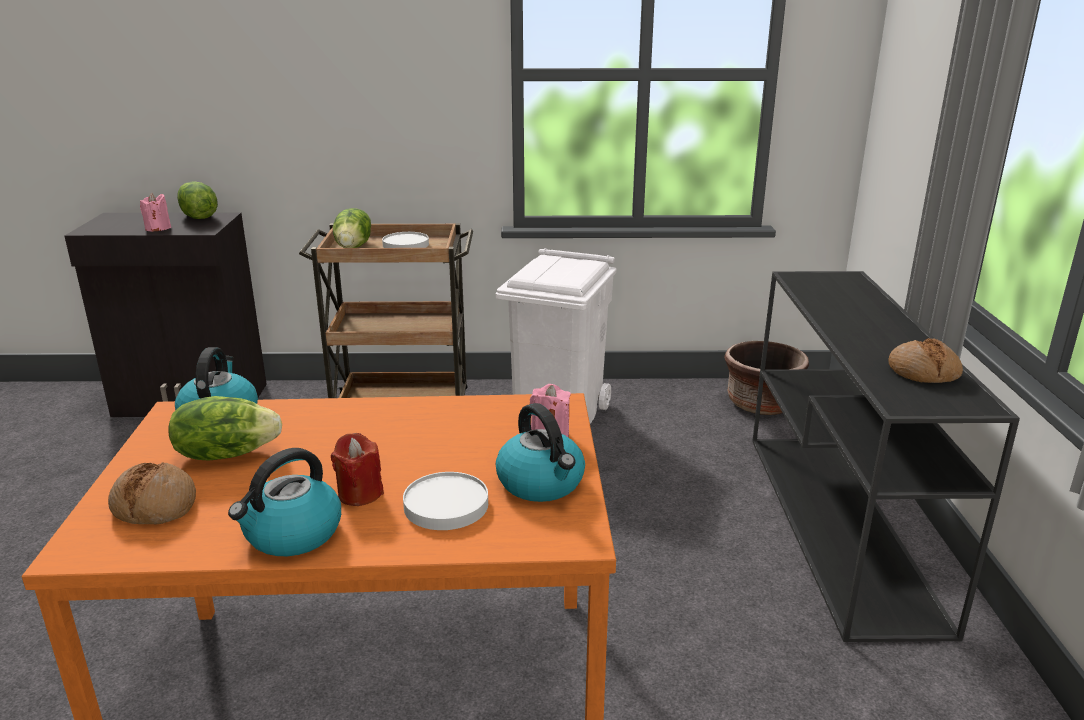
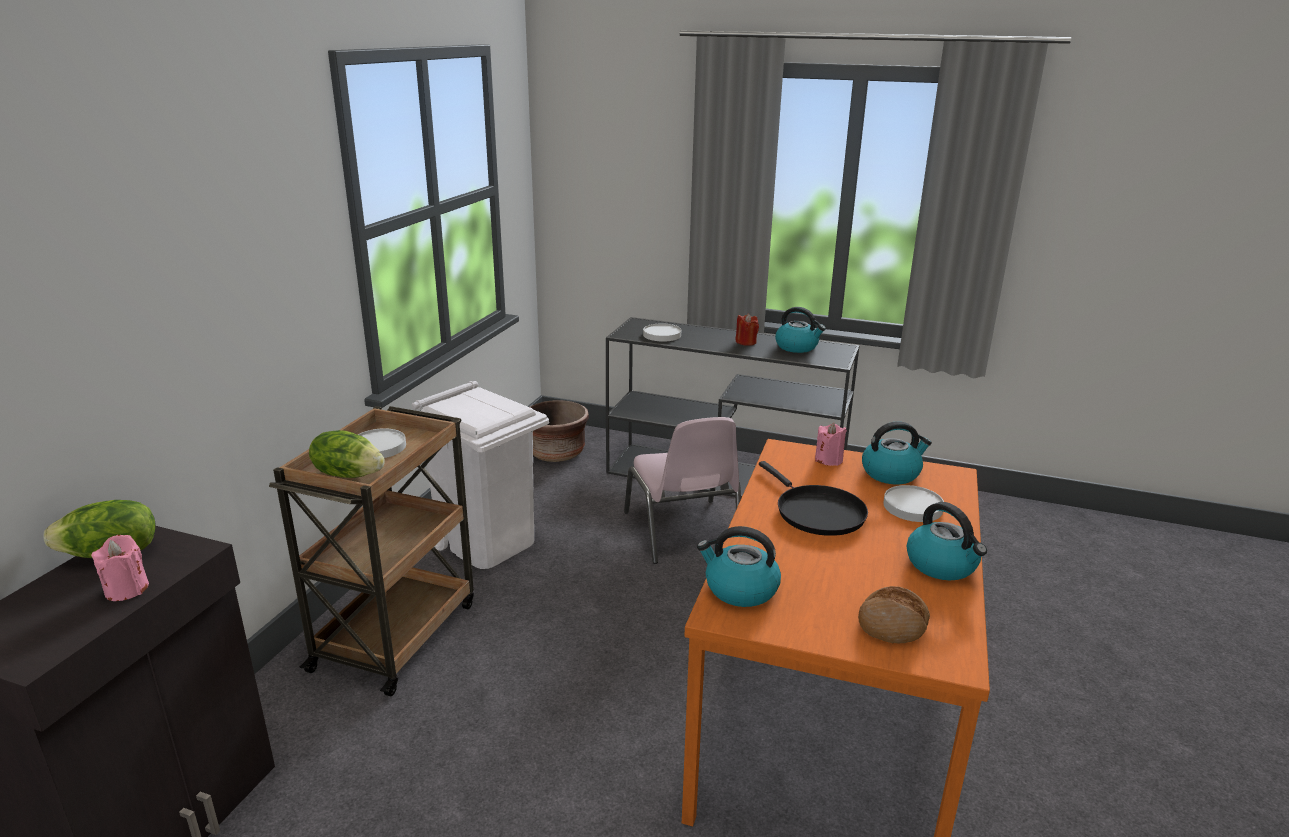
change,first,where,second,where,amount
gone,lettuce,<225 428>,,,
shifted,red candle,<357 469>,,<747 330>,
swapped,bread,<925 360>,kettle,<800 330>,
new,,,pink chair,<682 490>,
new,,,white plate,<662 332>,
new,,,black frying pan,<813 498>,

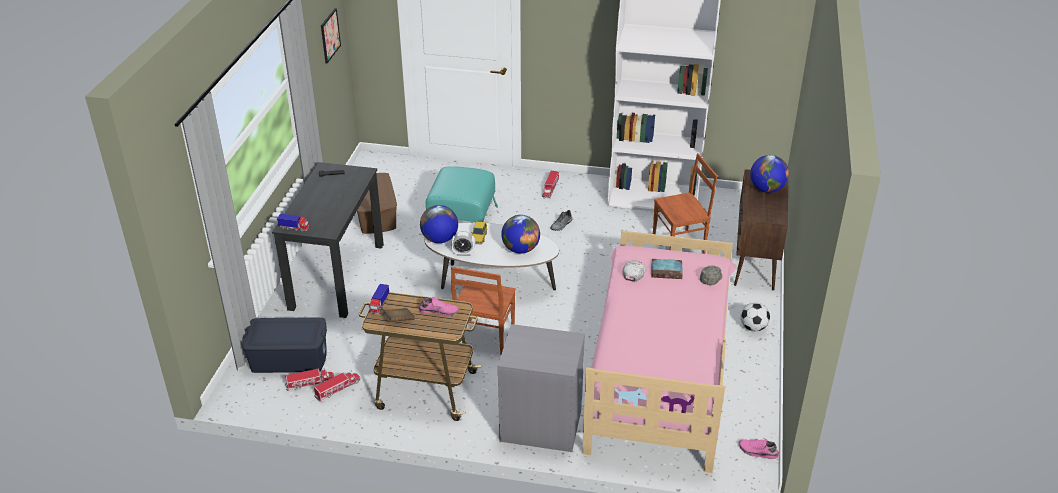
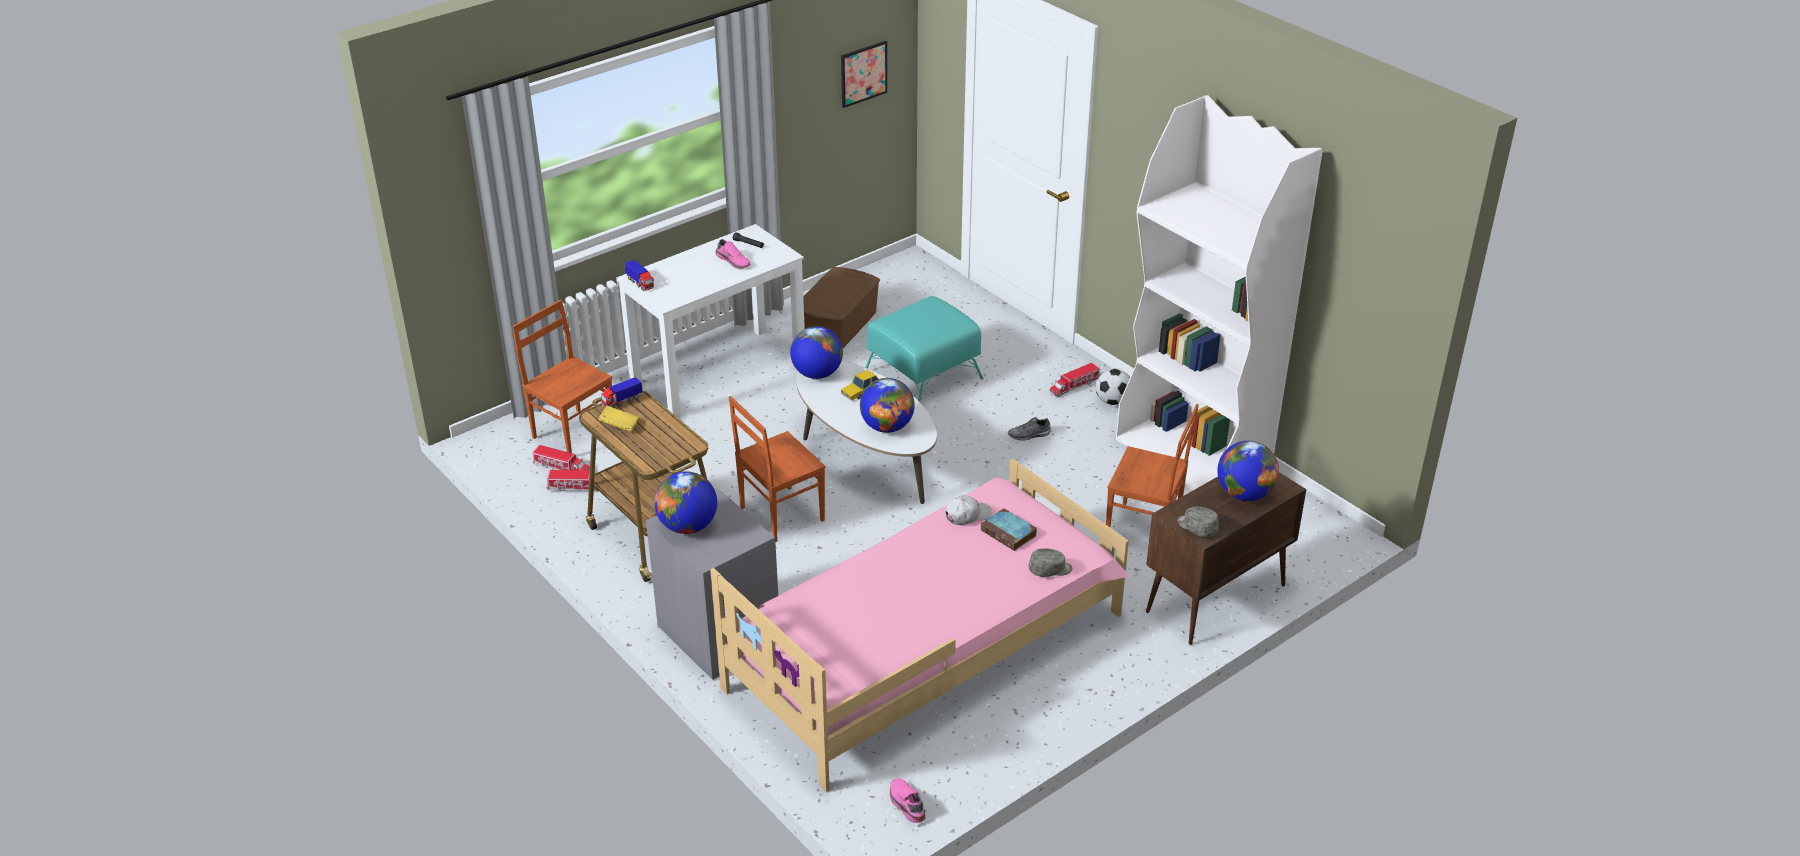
change,first,where,second,where,amount
swapped,blue storage box,<284 345>,brown chair,<562 376>,
repainted,black desk,<328 240>,white desk,<710 321>,
repainted,brown book,<399 315>,yellow book,<618 419>,
shifted,pink shoe,<439 306>,,<732 254>,
gone,alarm clock,<463 243>,,,
shifted,football,<755 317>,,<1112 386>,
new,,,globe,<685 502>,
new,,,grey cap,<1198 522>,

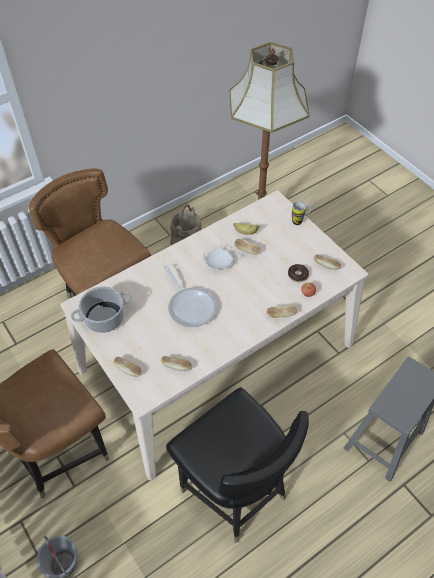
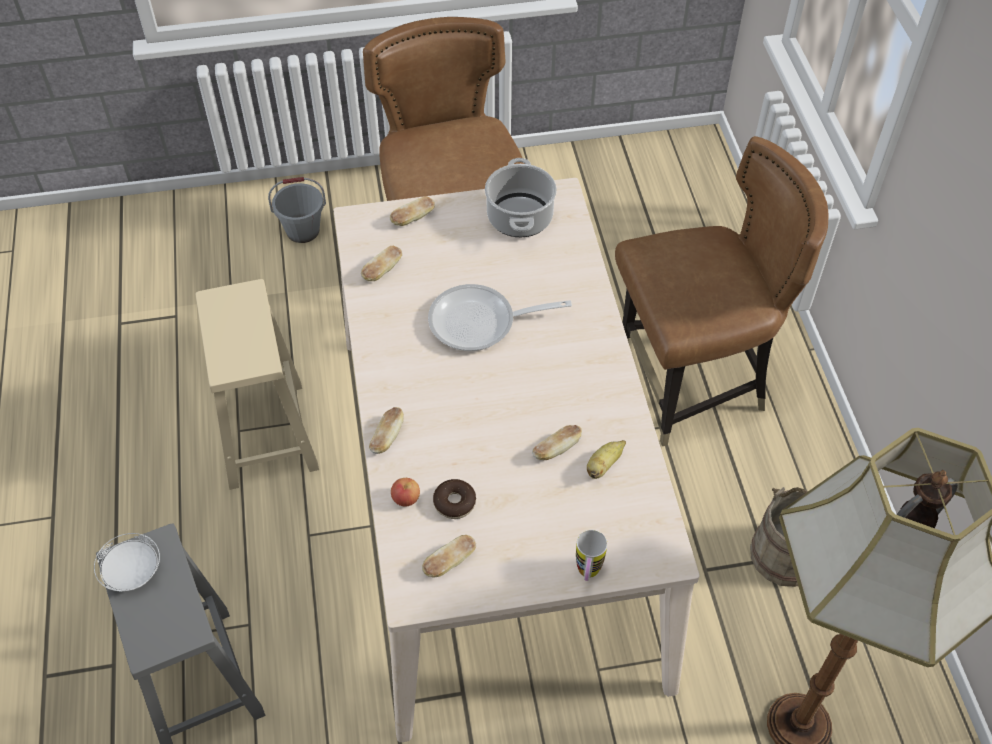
change,first,where,second,where,amount
swapped,black chair,<237 465>,beige stool,<257 384>,
shifted,white plate,<219 257>,,<127 562>,

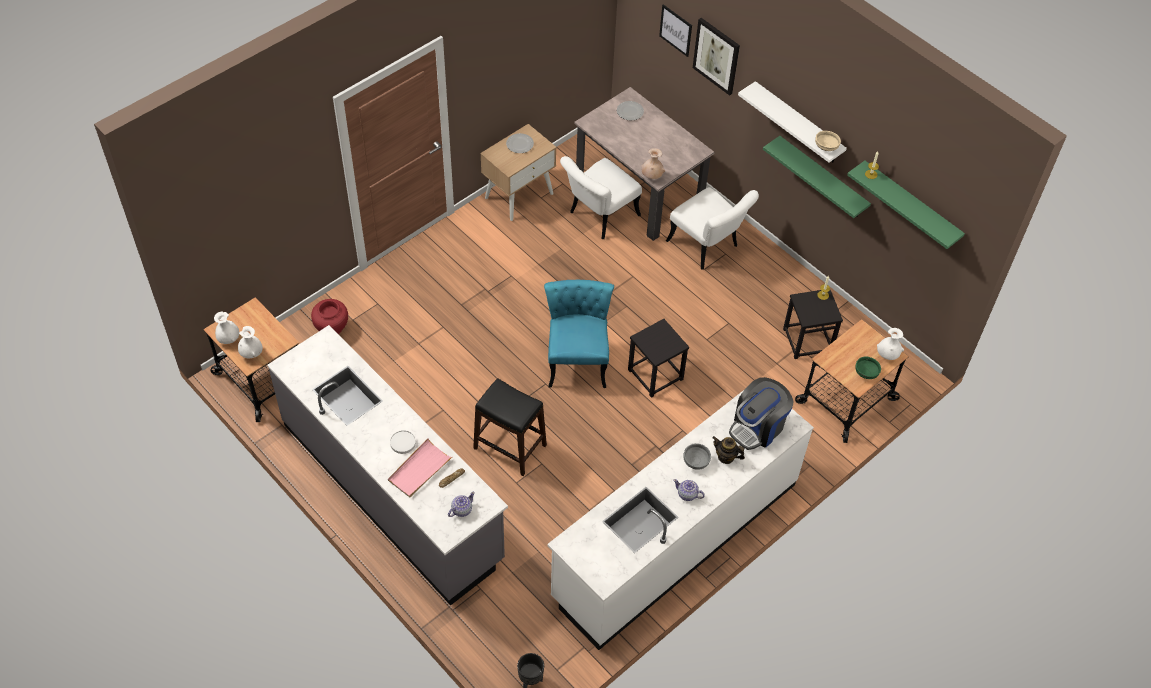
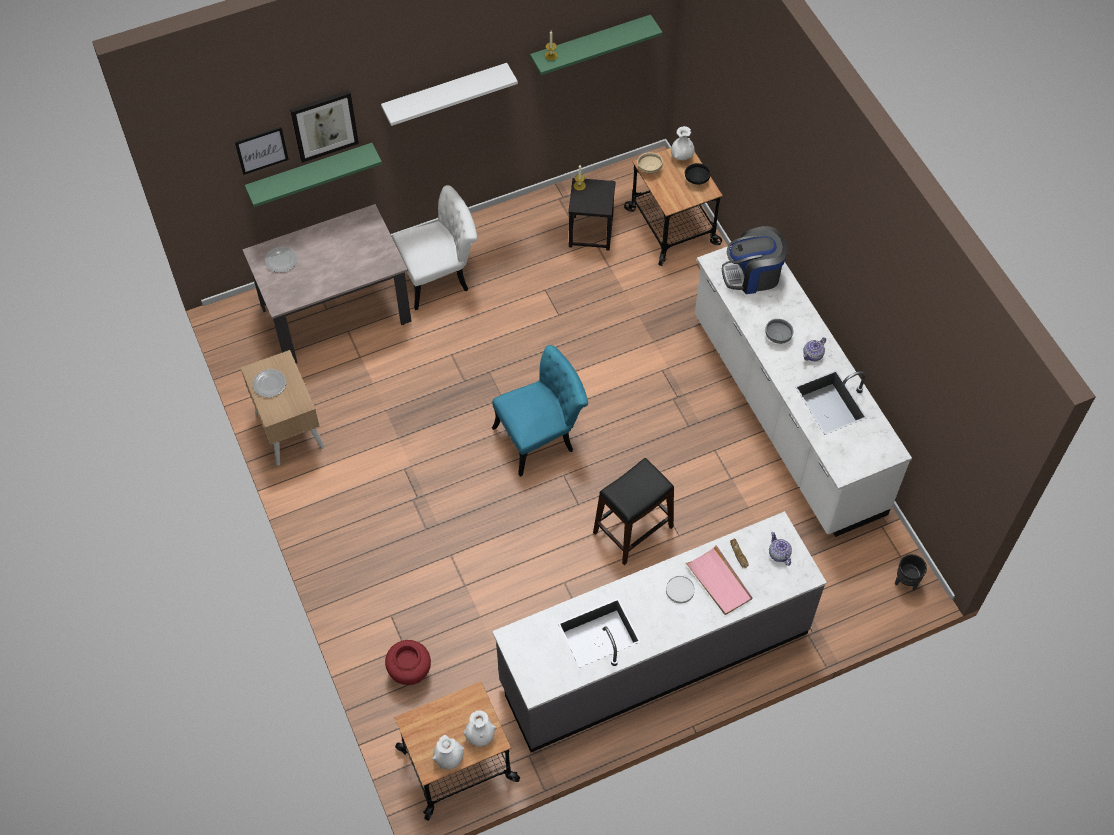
change,first,where,second,where,amount
rotated,turquoise chair,<579 334>,,<540 411>,135 degrees clockwise
gone,white chair,<601 197>,,,
gone,black stool,<658 358>,,,
gone,beige vase,<653 163>,,,
gone,teapot,<728 450>,,,
rotated,coffee machine,<761 413>,,<755 260>,105 degrees clockwise
shifted,green shelf,<817 177>,,<313 175>,
shifted,beige bowl,<828 141>,,<650 163>,
repainted,green bowl,<868 368>,black bowl,<698 174>,

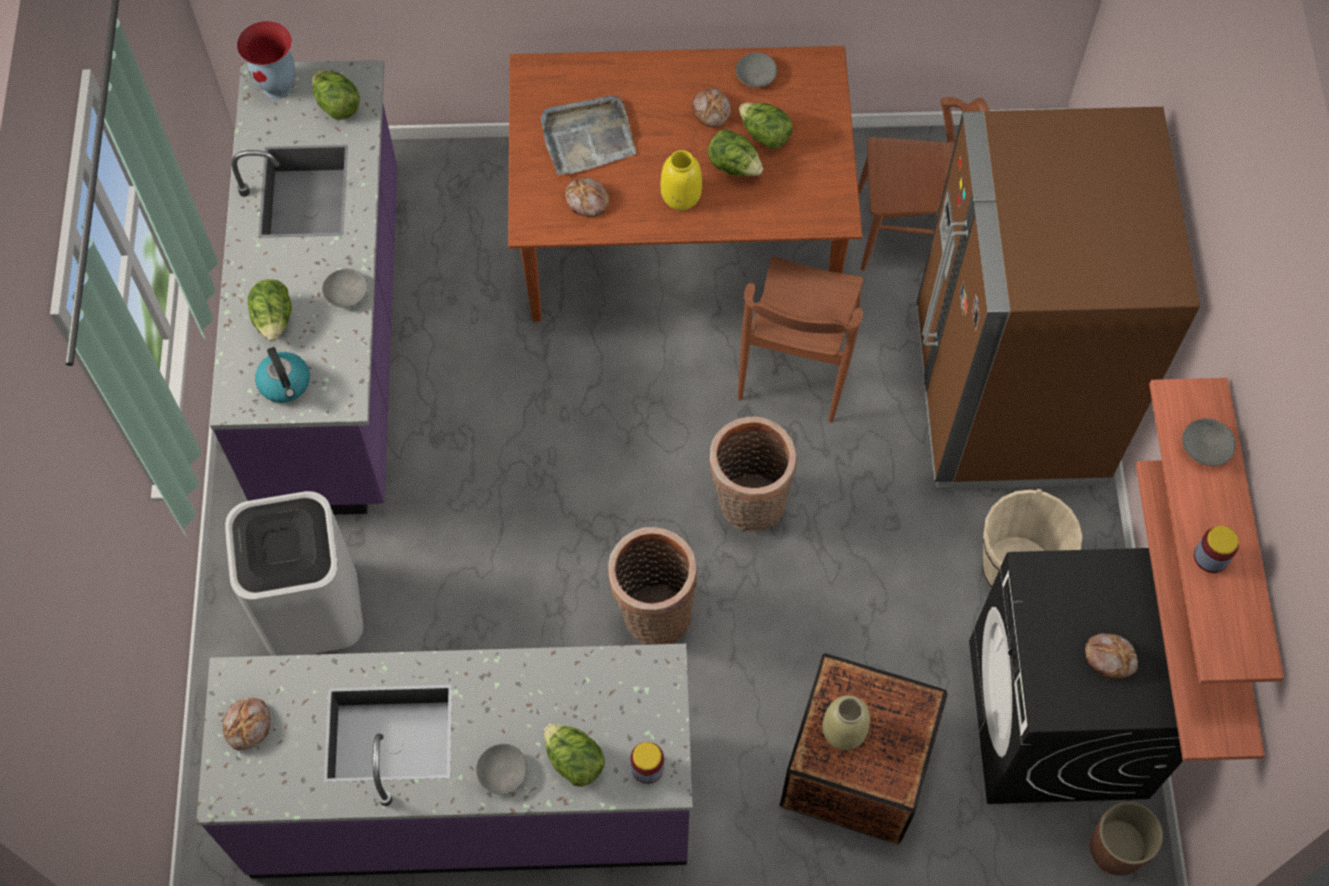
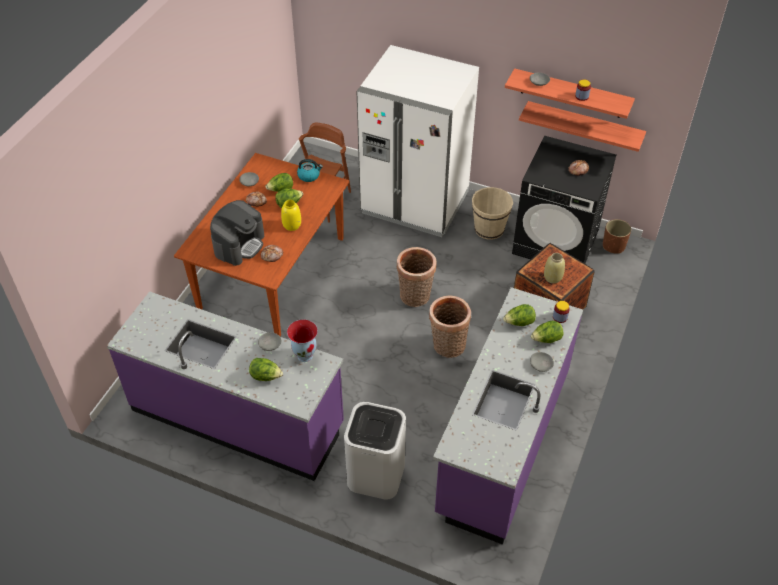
change,first,where,second,where,amount
gone,bread,<246 724>,,,
shifted,vase,<265 60>,,<302 341>,
shifted,kettle,<282 375>,,<310 170>,
shifted,lettuce,<336 95>,,<519 315>,
swapped,grey tray,<588 135>,coffee machine,<237 233>,
gone,brown chair,<800 340>,,,
repainted,brown fridge,<1058 298>,white fridge,<418 141>,

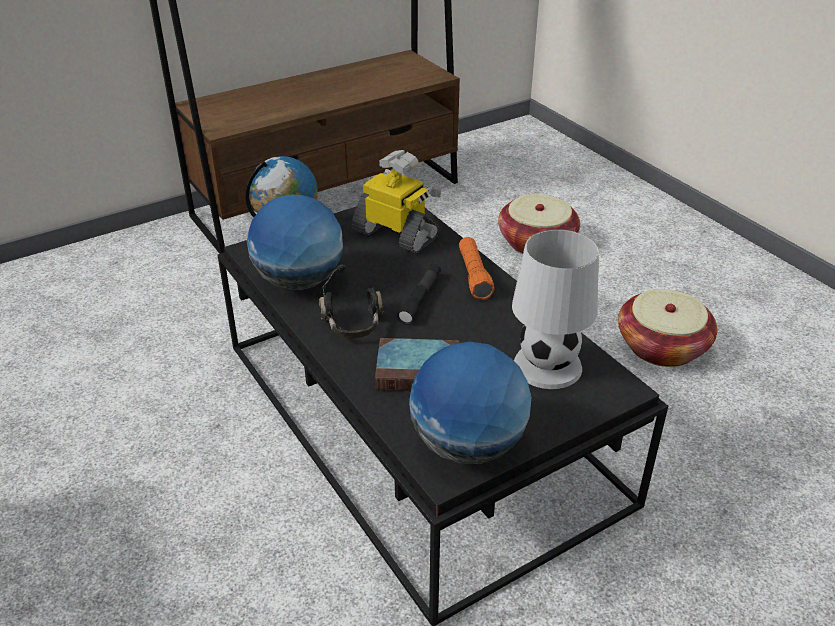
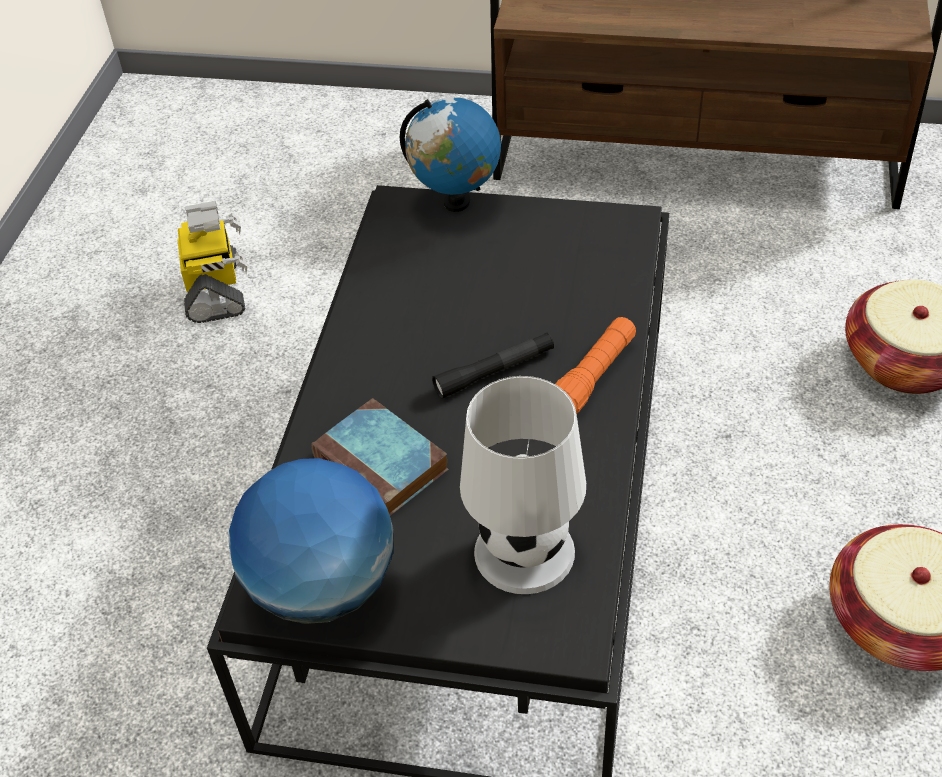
change,first,where,second,where,amount
gone,globe,<295 242>,,,
gone,black headphones,<352 301>,,,
shifted,toy robot,<396 201>,,<212 262>,

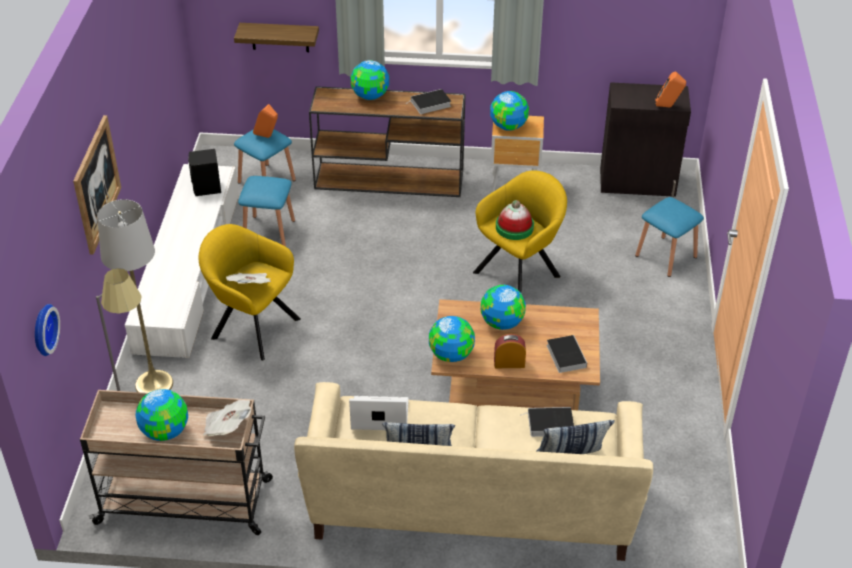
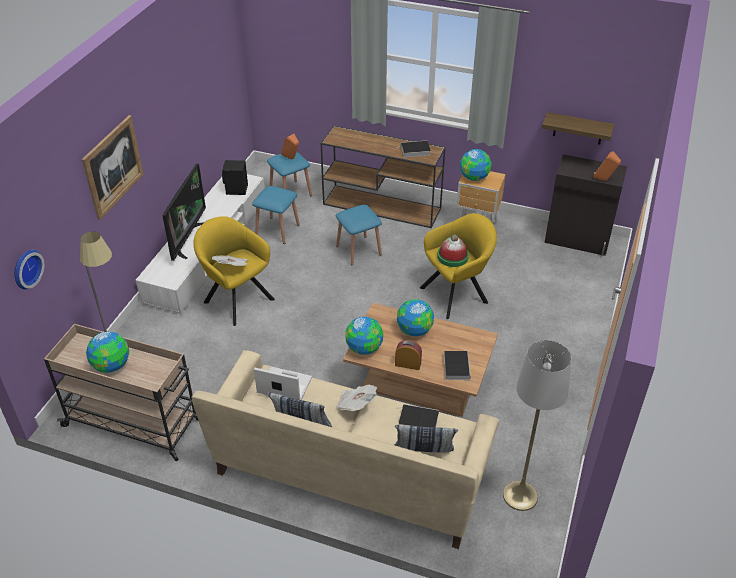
change,first,where,second,where,amount
shifted,grey floor lamp,<135 296>,,<537 425>,
shifted,newspaper,<227 418>,,<356 397>,
shifted,shelf,<276 37>,,<578 128>,
gone,globe,<370 80>,,,
shifted,blue stool,<669 237>,,<359 235>,
new,,,television,<184 212>,

